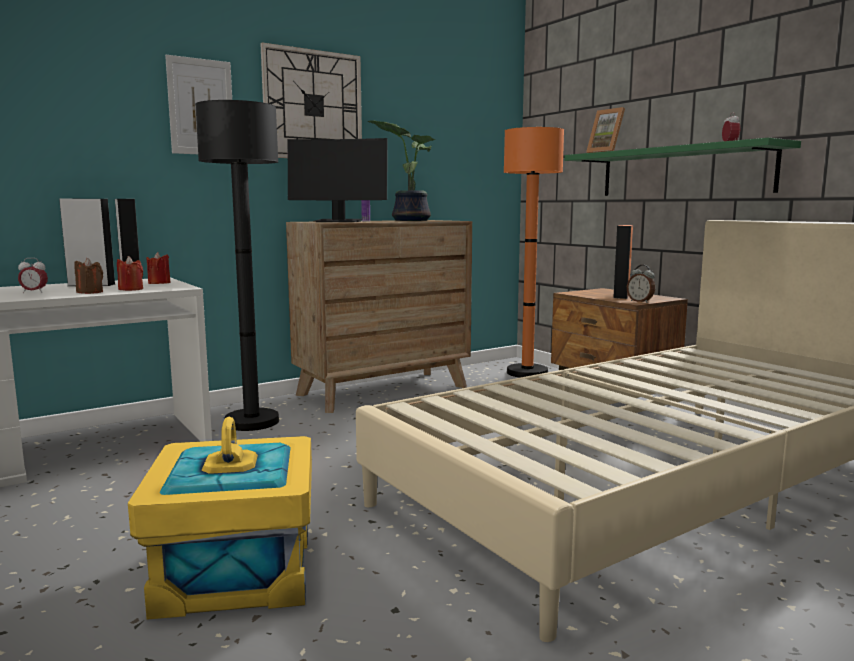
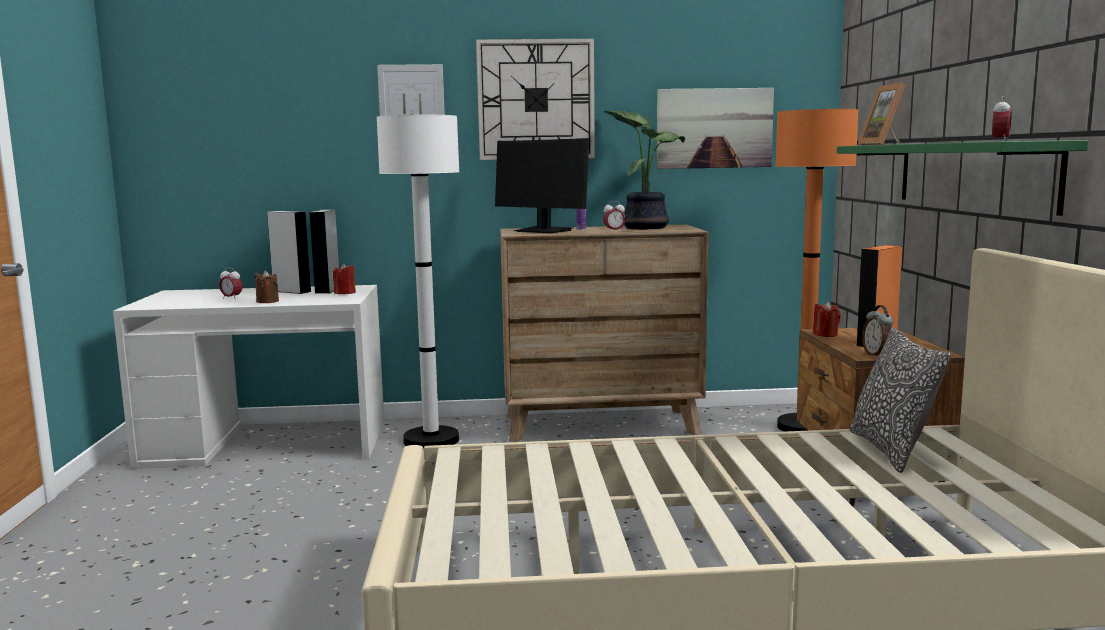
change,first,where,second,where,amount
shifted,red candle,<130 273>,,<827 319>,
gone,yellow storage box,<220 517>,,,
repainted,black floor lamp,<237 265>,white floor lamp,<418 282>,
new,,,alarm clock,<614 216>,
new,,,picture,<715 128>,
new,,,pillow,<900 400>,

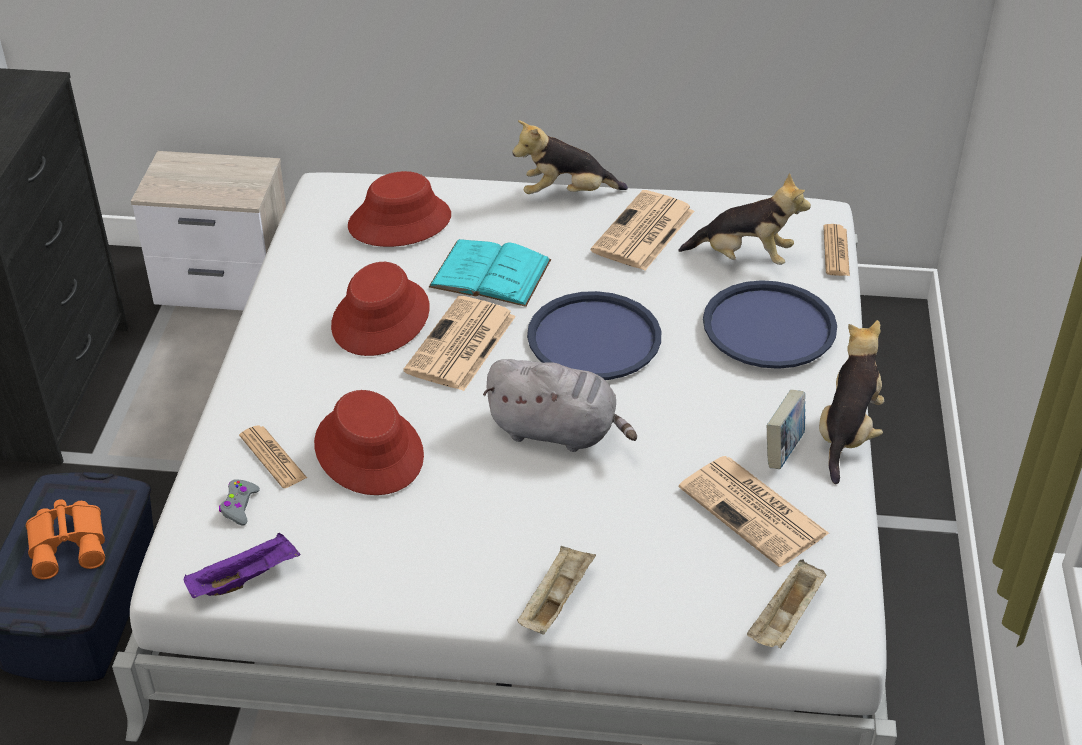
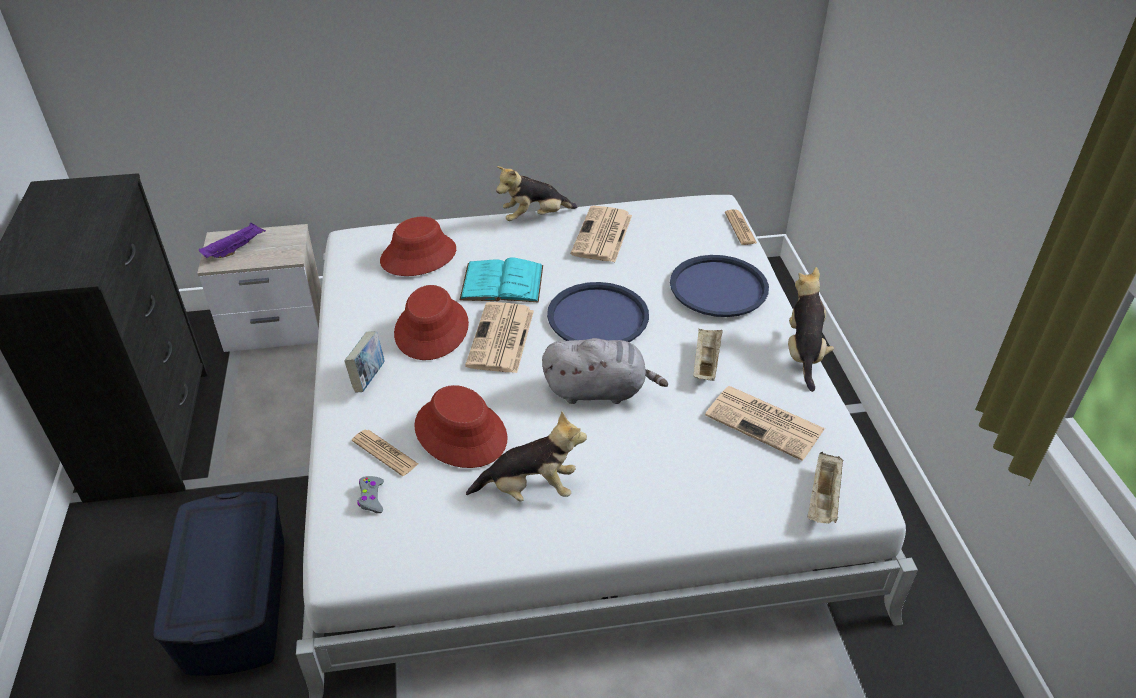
change,first,where,second,where,amount
gone,orange binoculars,<65 539>,,,
shifted,purple tray,<241 565>,,<232 240>,
shifted,beige tray,<556 590>,,<708 355>,
shifted,plush toy,<744 219>,,<526 456>,
shifted,book,<786 429>,,<364 362>,

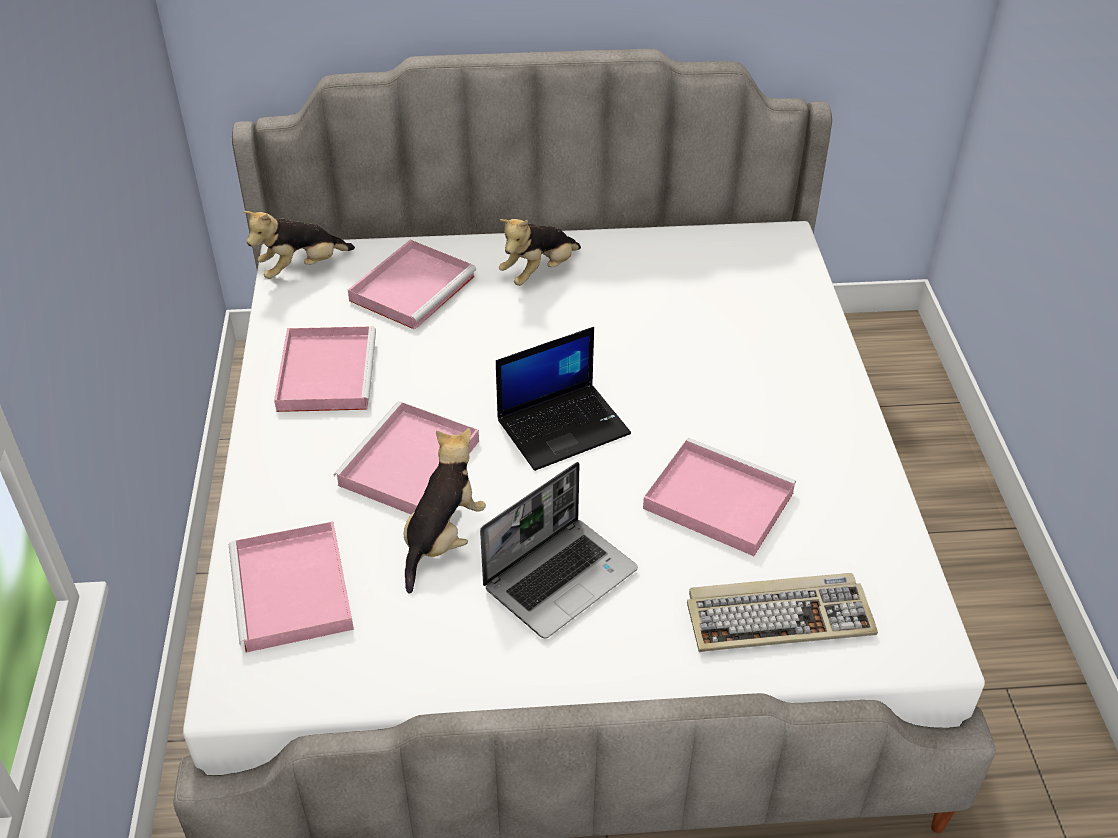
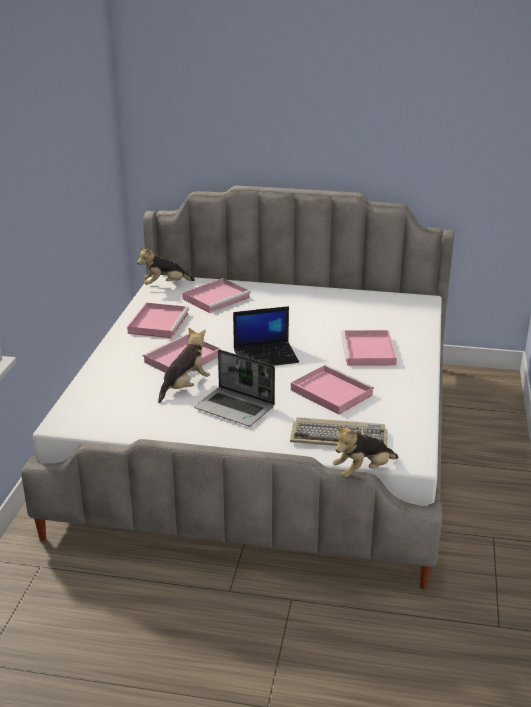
change,first,where,second,where,amount
shifted,pink tray,<291 587>,,<369 348>,
rotated,laptop,<559 550>,,<234 387>,60 degrees clockwise
shifted,plush toy,<540 252>,,<365 452>,

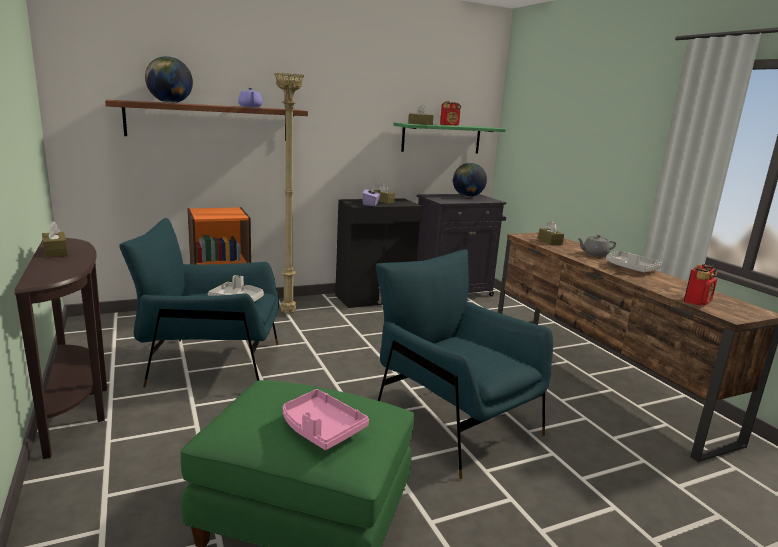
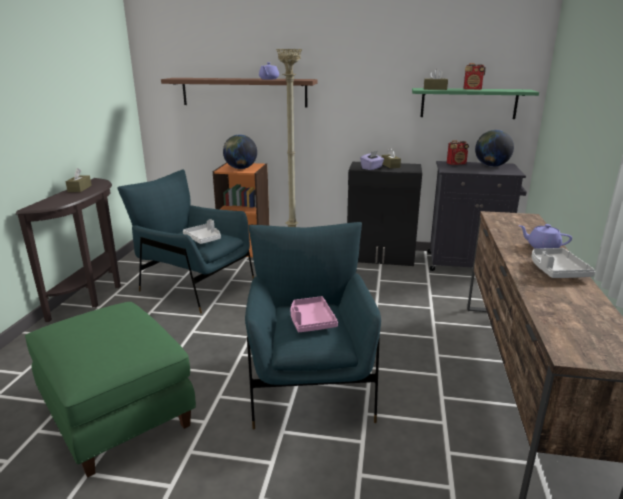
change,first,where,second,where,amount
shifted,globe,<169 79>,,<240 152>,
shifted,pink tray,<325 419>,,<314 314>,
gone,brown tissue box,<551 232>,,,
repainted,grey teapot,<596 245>,purple teapot,<545 236>,
shifted,radio,<701 285>,,<458 152>,

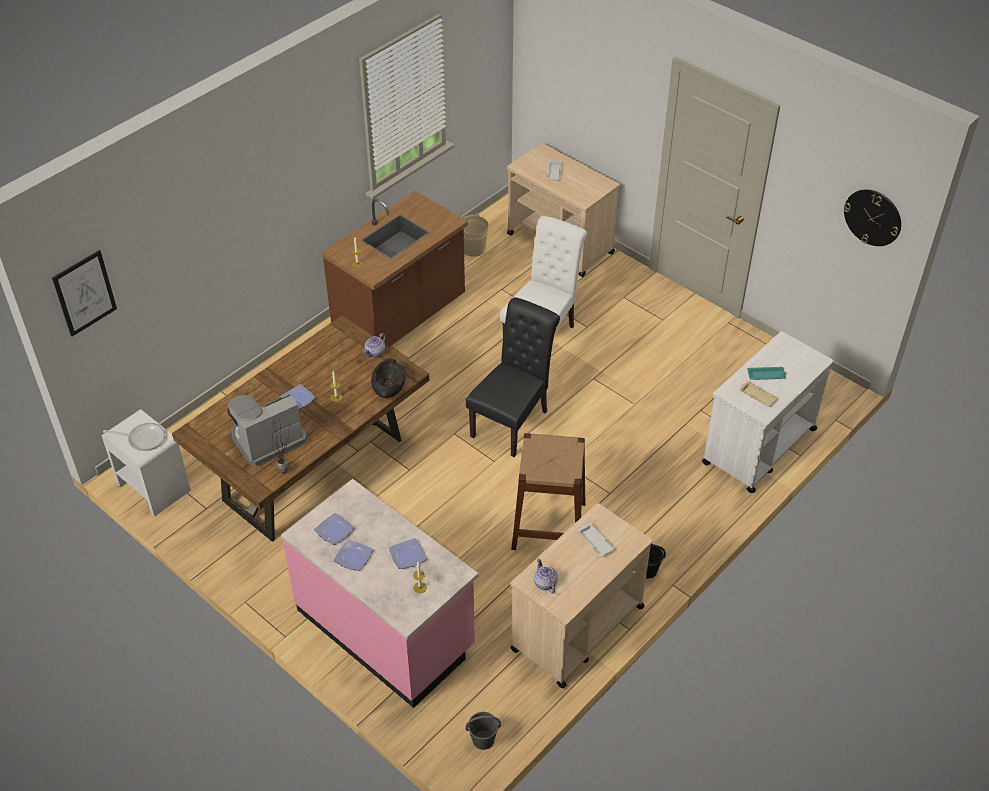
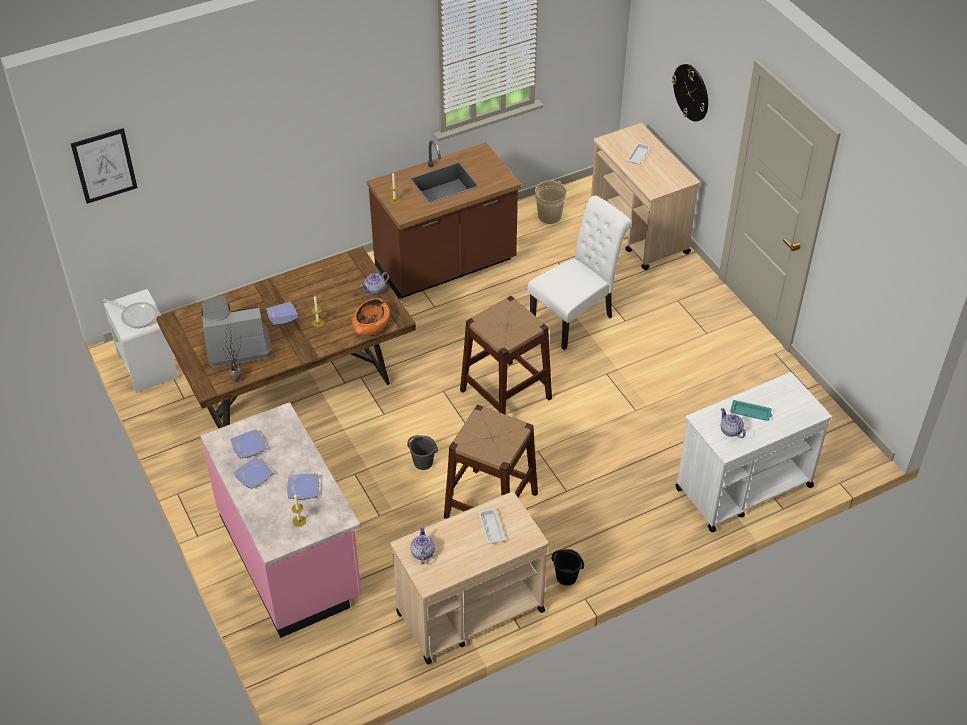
change,first,where,second,where,amount
repainted,black bowl,<388 378>,orange bowl,<371 317>,
shifted,grey bucket,<483 731>,,<422 452>,
swapped,black chair,<513 377>,brown stool,<506 355>,
swapped,beige tray,<758 394>,teapot,<733 423>,
shifted,wall clock,<872 217>,,<690 93>,

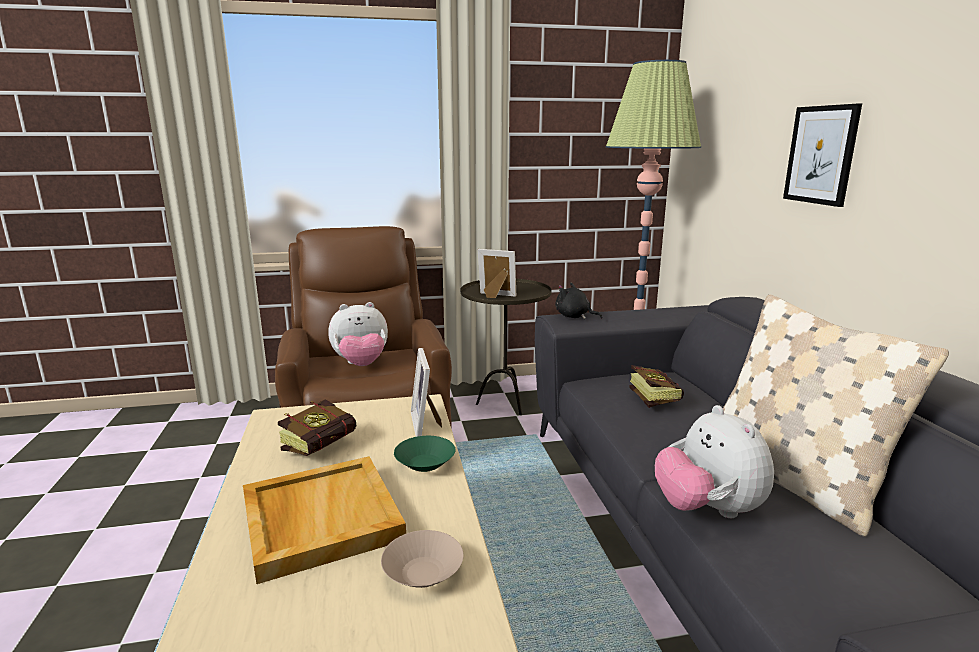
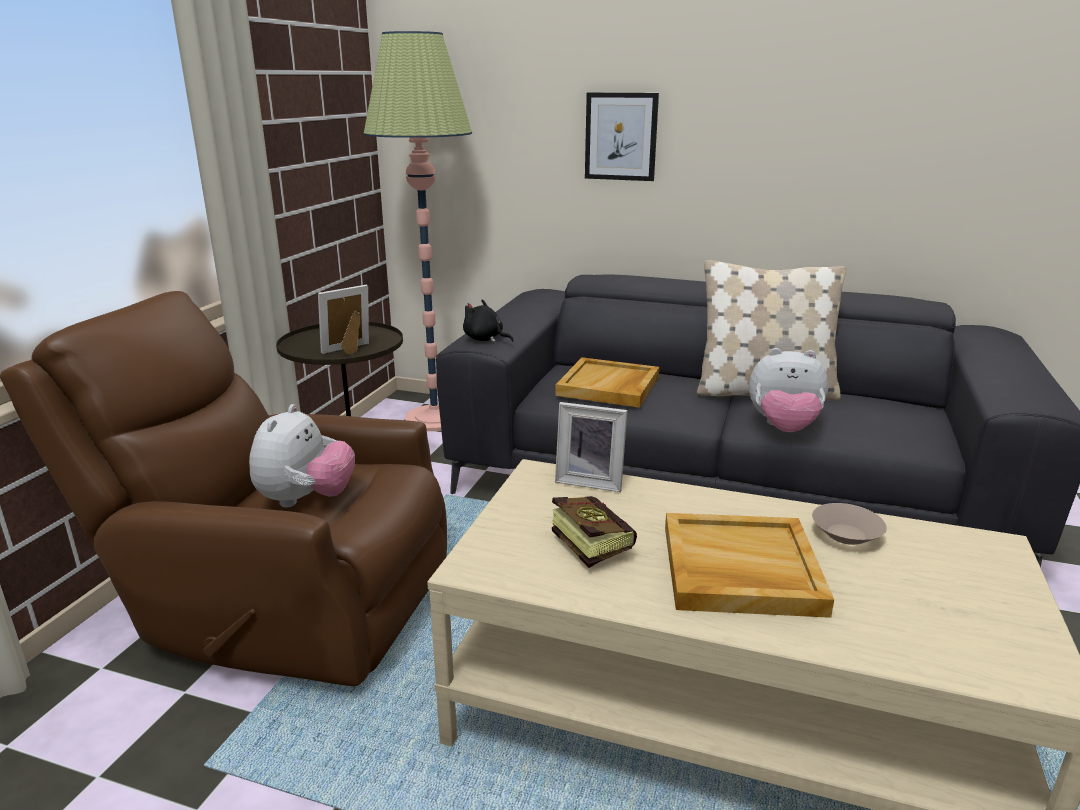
change,first,where,second,where,amount
gone,green bowl,<424 454>,,,
rotated,black plush toy,<578 301>,,<488 320>,60 degrees clockwise
swapped,book,<656 386>,beige tray,<607 382>,

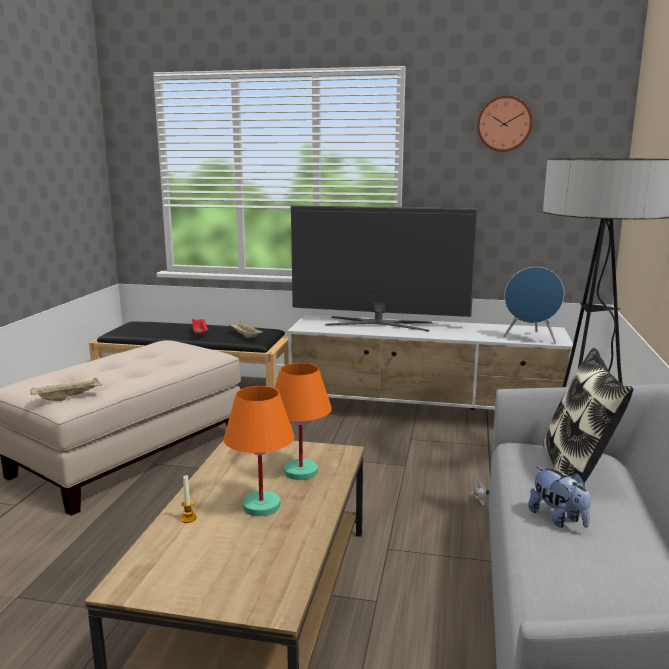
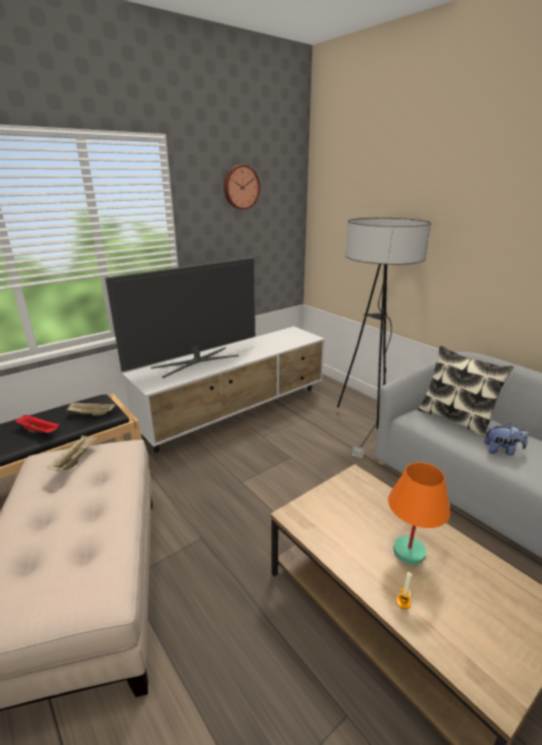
change,first,where,second,where,amount
shifted,beige tray,<65 389>,,<73 453>,
gone,orange table lamp,<303 421>,,,
gone,blue speaker,<534 305>,,,

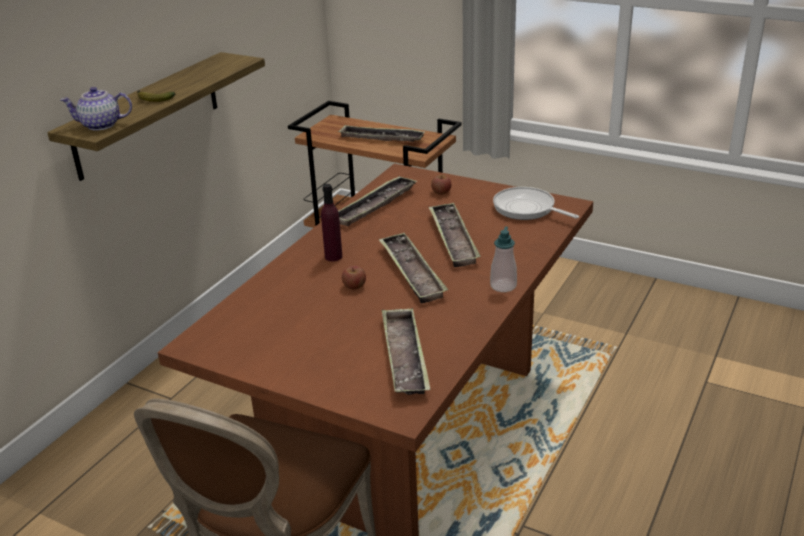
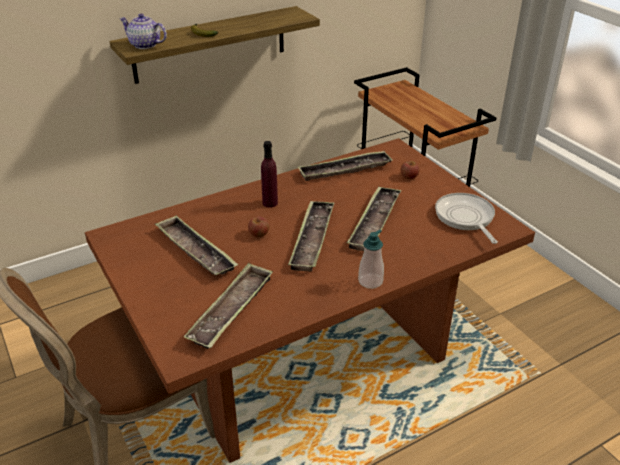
change,first,where,second,where,amount
shifted,tray,<381 133>,,<196 245>,

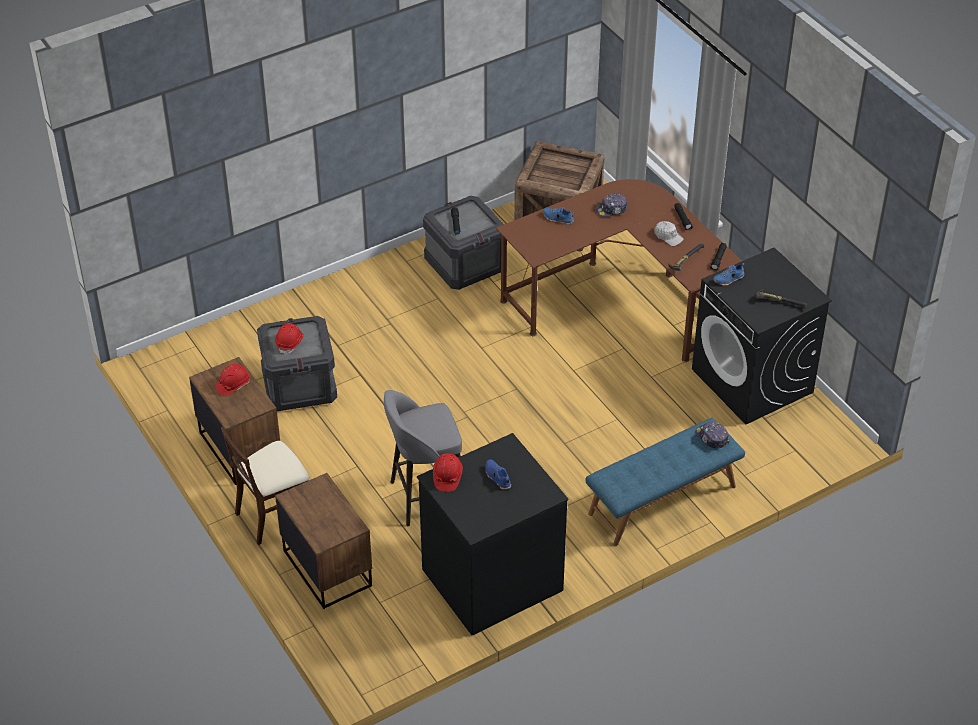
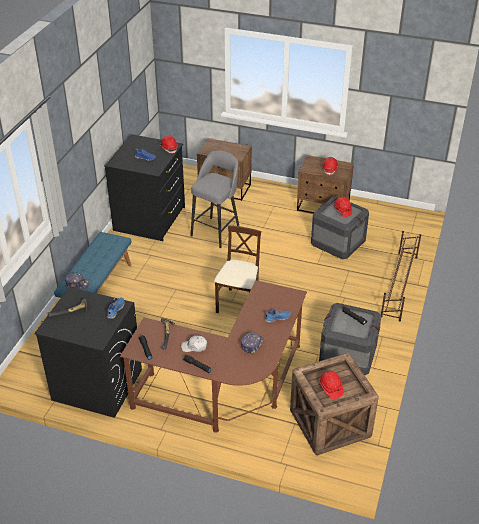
change,first,where,second,where,amount
shifted,beige chair,<265 485>,,<237 269>,
new,,,red hard hat,<331 385>,
new,,,brown shoe rack,<401 276>,

